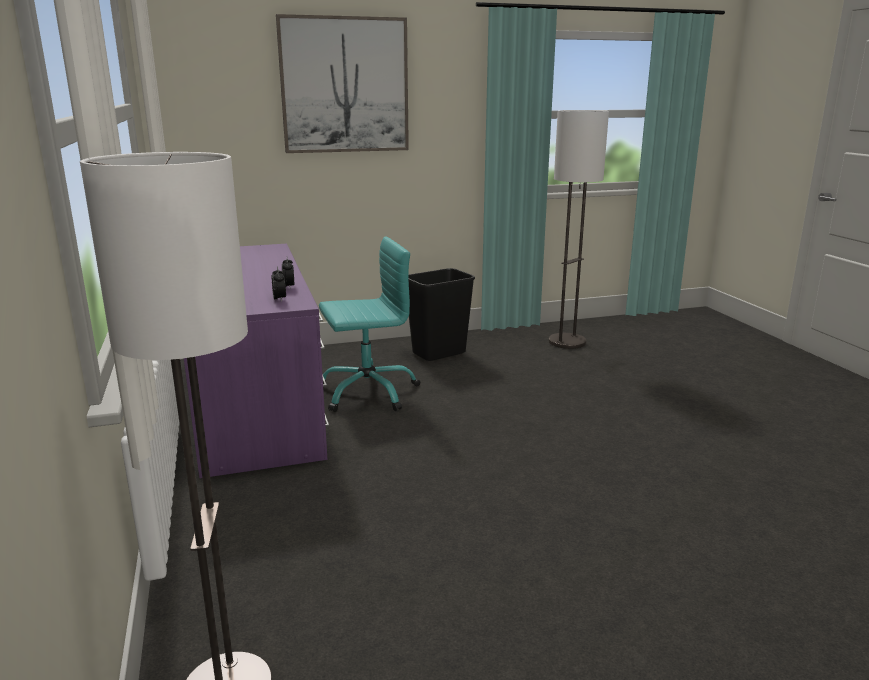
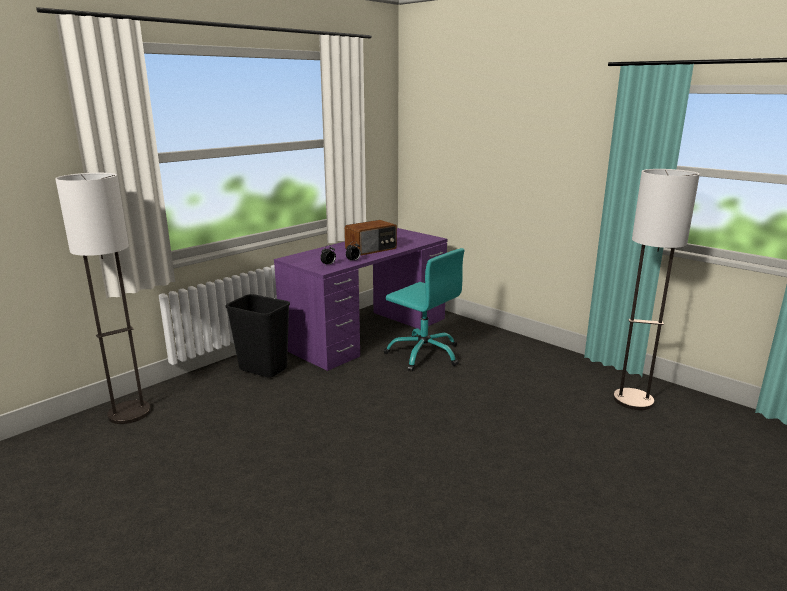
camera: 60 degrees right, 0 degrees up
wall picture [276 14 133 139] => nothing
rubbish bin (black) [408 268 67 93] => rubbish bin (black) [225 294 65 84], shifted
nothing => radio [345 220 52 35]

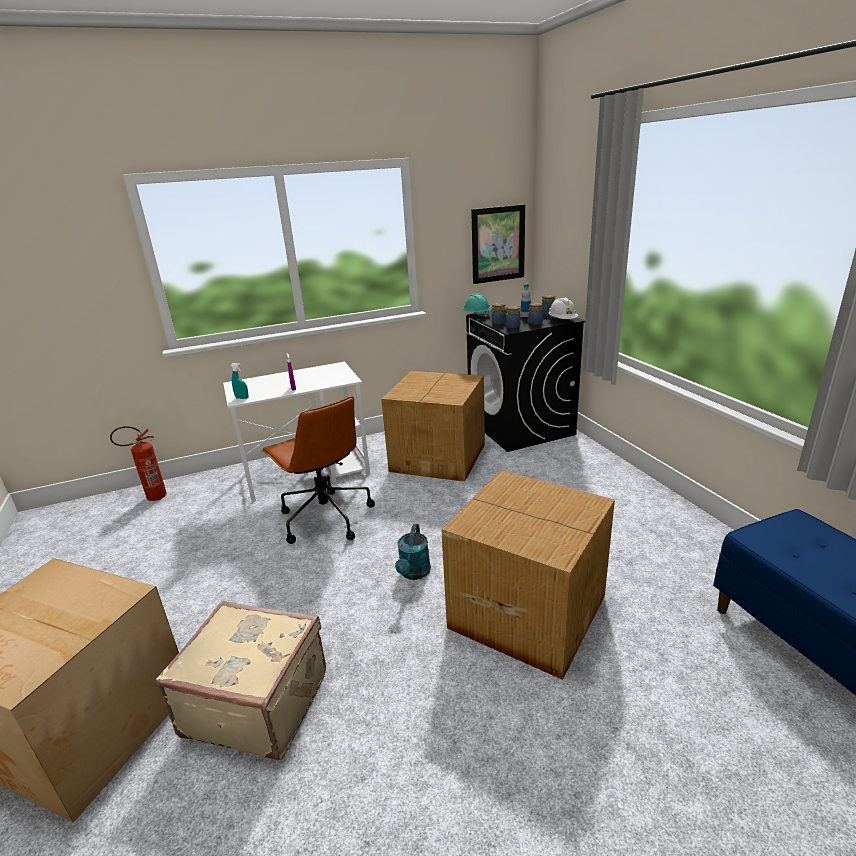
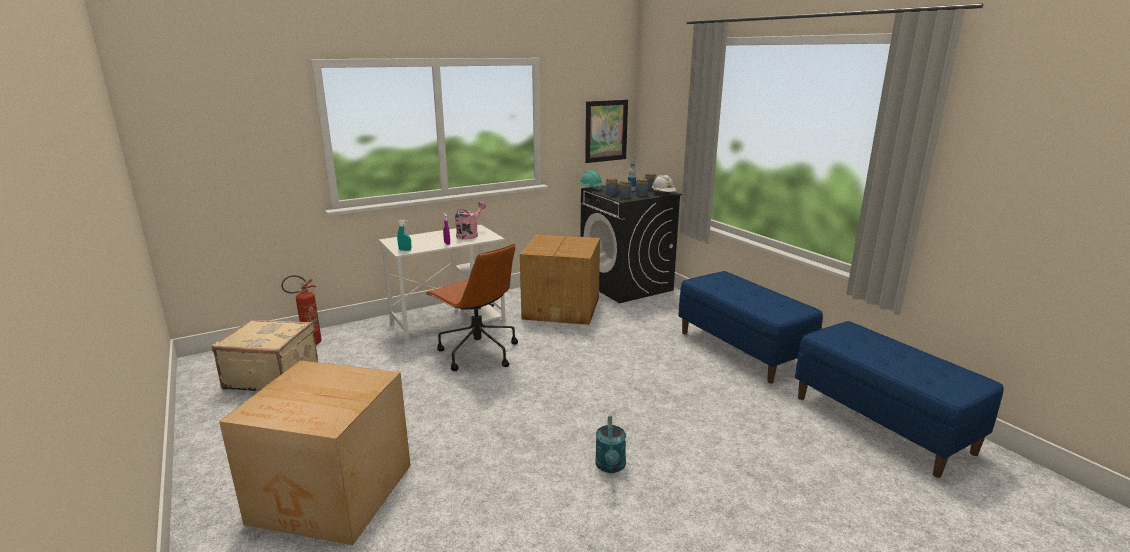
camera: 10 degrees left, 5 degrees down
carton [441 470 174 210] => nothing
watering can (turquoise-coloured) [395 524 36 56] => watering can (turquoise-coloured) [595 416 31 57], shifted
travel case (sand-coloured) [156 601 170 159] => travel case (sand-coloured) [212 319 106 72], shifted
nothing => watering can (pink) [455 201 31 38]
nothing => long seat (bluish) [678 271 145 113]

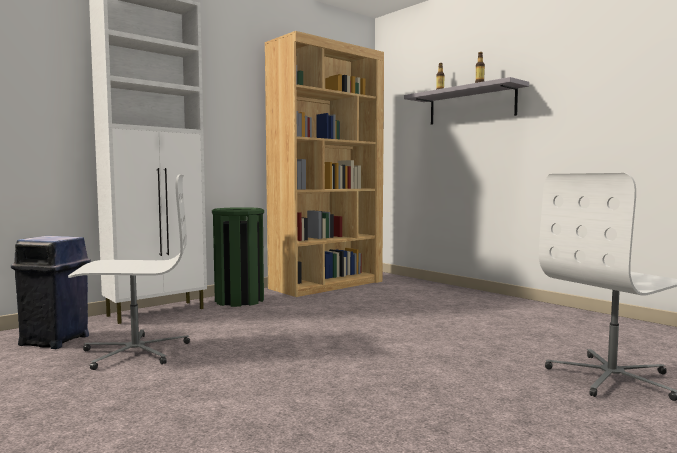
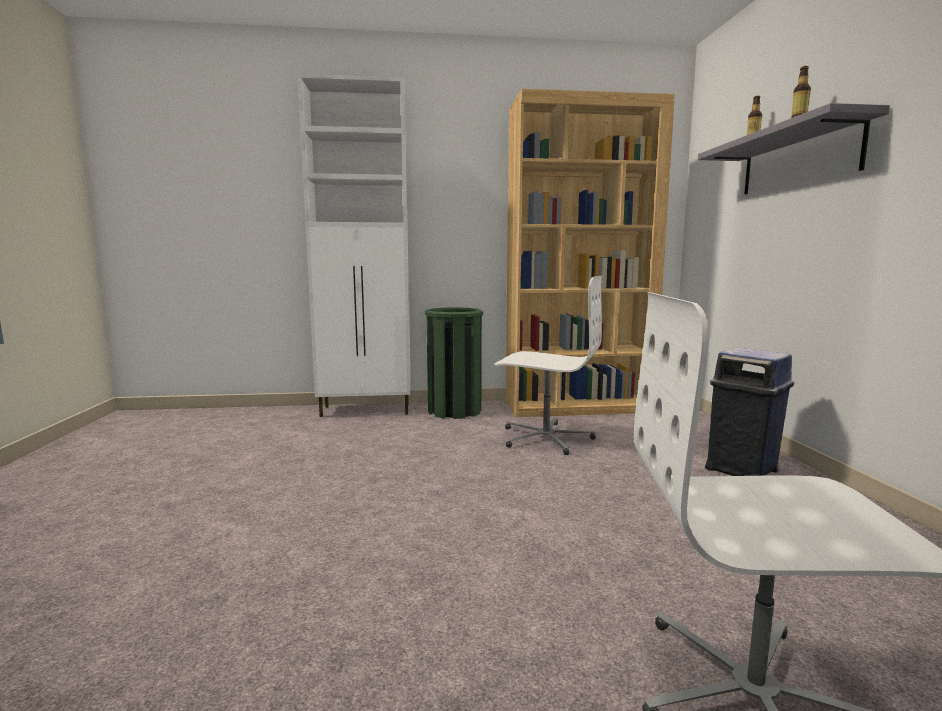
camera: 35 degrees right, 5 degrees up
desk chair (white-coloured) [68 175 122 195] => desk chair (white-coloured) [494 275 109 180], shifted
rubbish bin (bluish) [11 236 80 113] => rubbish bin (bluish) [705 348 89 128], shifted

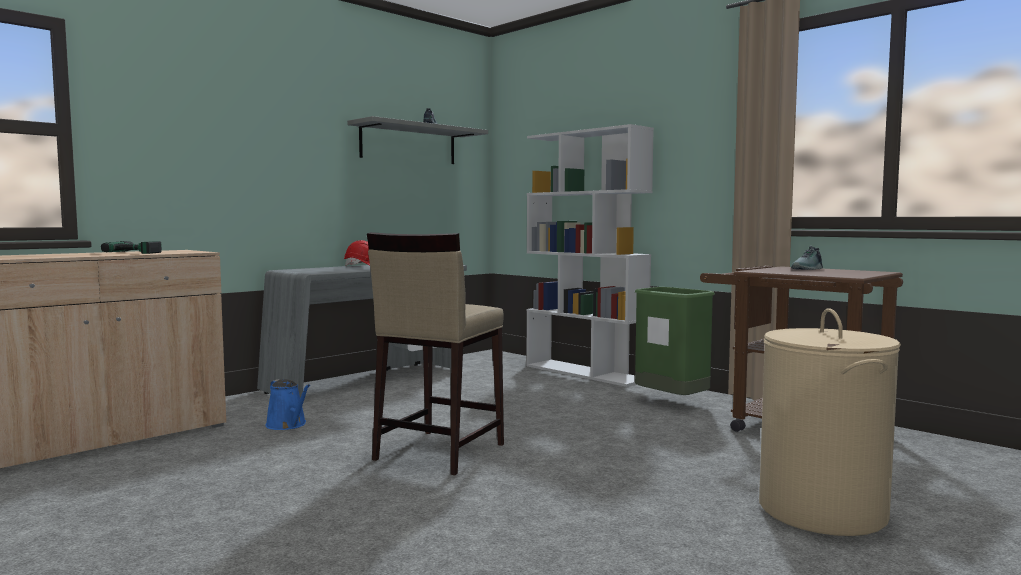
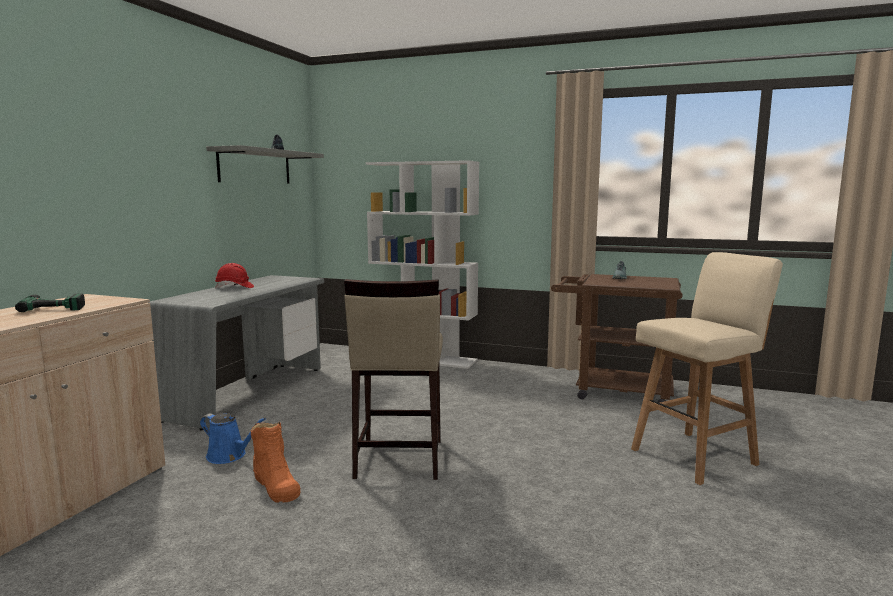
camera: 25 degrees left, 5 degrees up
rubbish bin (greenish) [635 287 80 108] => nothing
hamper (sand-coloured) [759 308 142 228] => stool (sand-coloured) [631 252 152 233]
nothing => high-top boot (orange-coloured) [251 422 49 81]

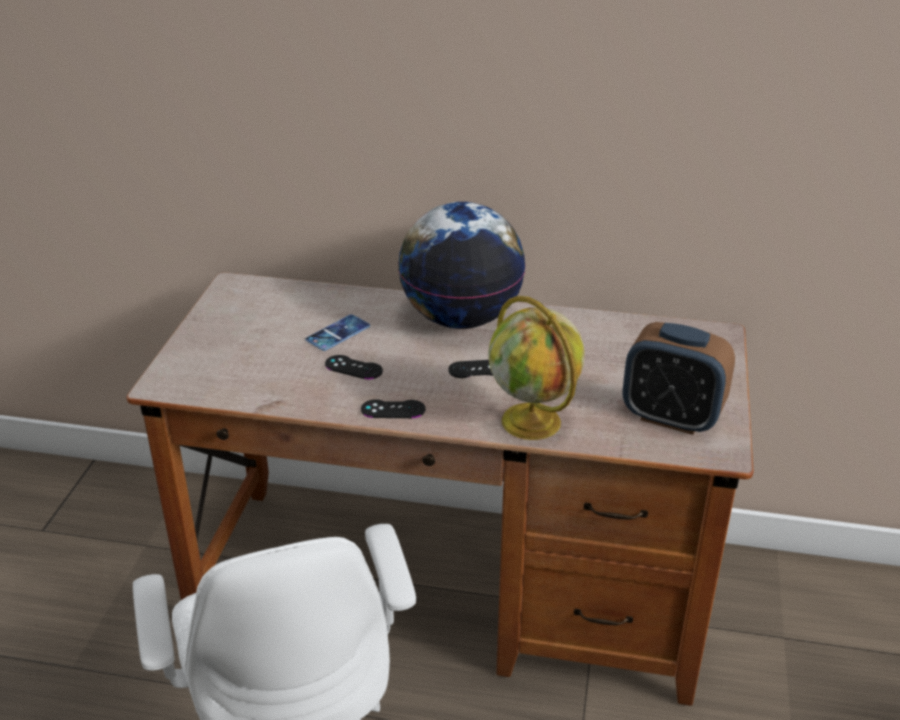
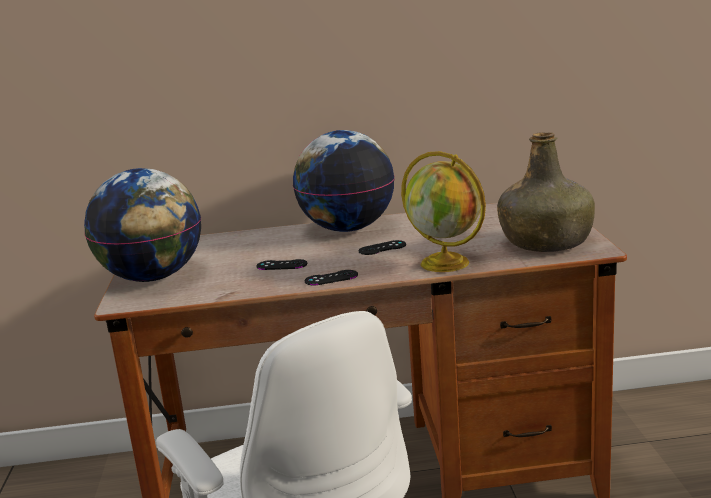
camera: 15 degrees left, 15 degrees down
handset [306 314 64 37] => nothing
bedside clock [623 322 112 113] => drink bottle (greenish) [497 132 98 120]
nothing => world globe [84 168 117 114]

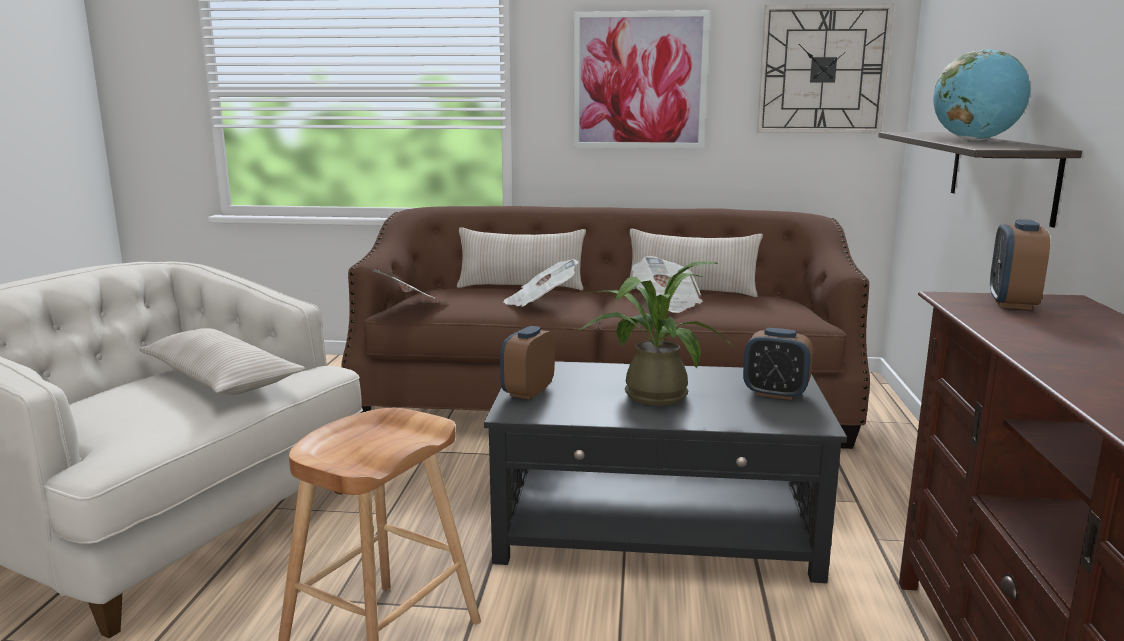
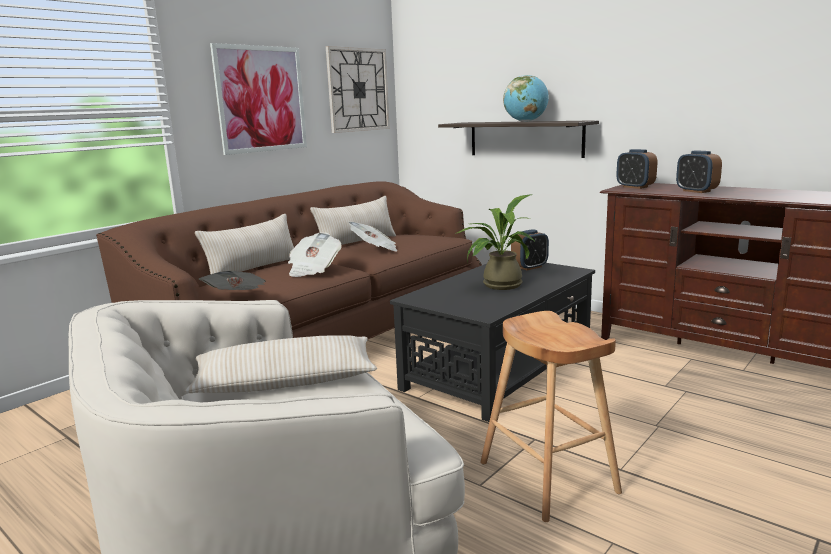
camera: 55 degrees left, 0 degrees up
bedside clock [500 326 55 73] => bedside clock [676 151 46 42], shifted

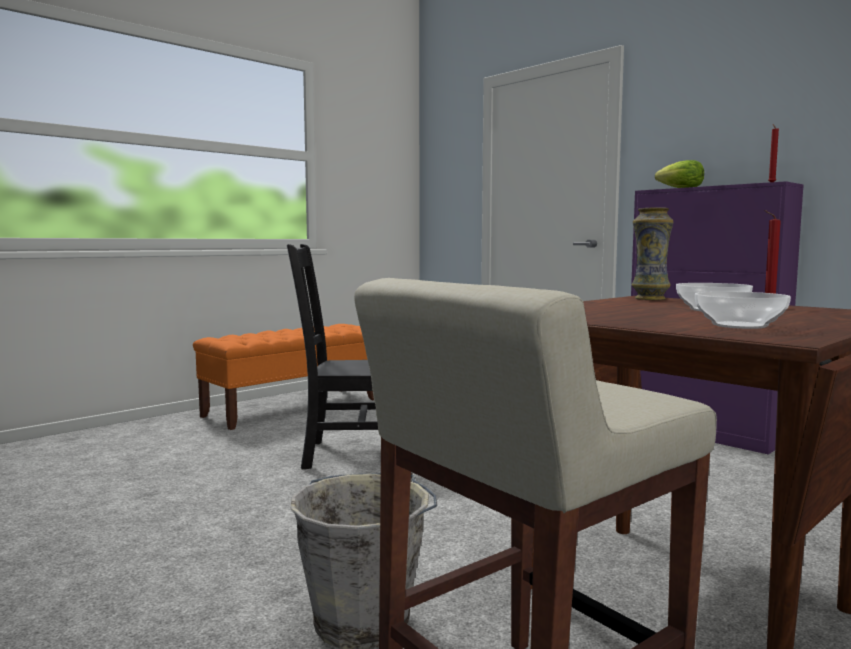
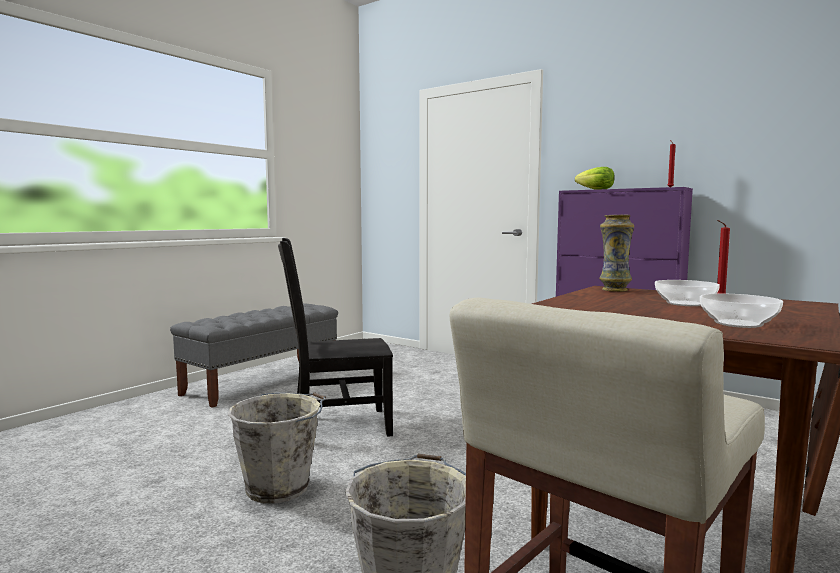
camera: 10 degrees left, 0 degrees up
long seat (orange-coloured) [193 324 181 106] => long seat (greyish) [170 303 168 105]
nothing => pail (greyish) [228 392 98 112]

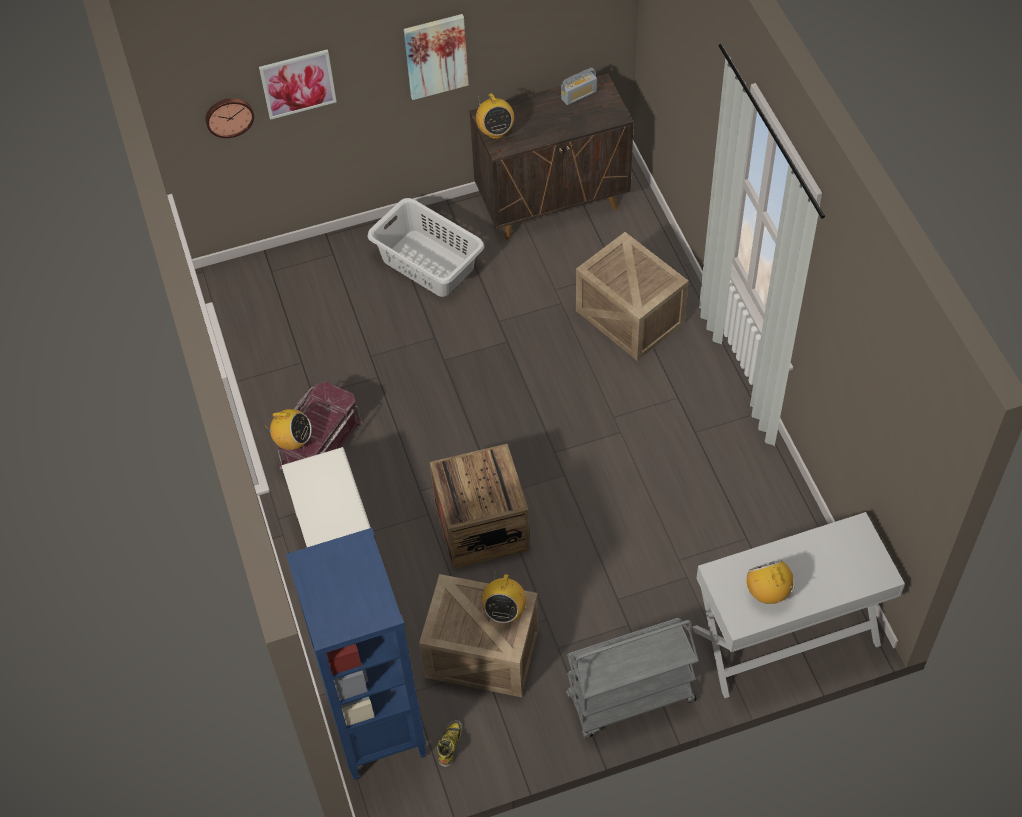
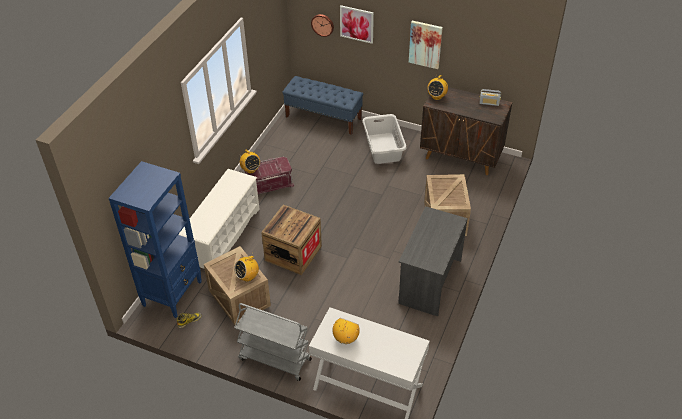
camera: 40 degrees right, 10 degrees down
nothing => long seat (bluish) [282 76 81 59]
nothing => desk table (greyish) [398 206 70 110]

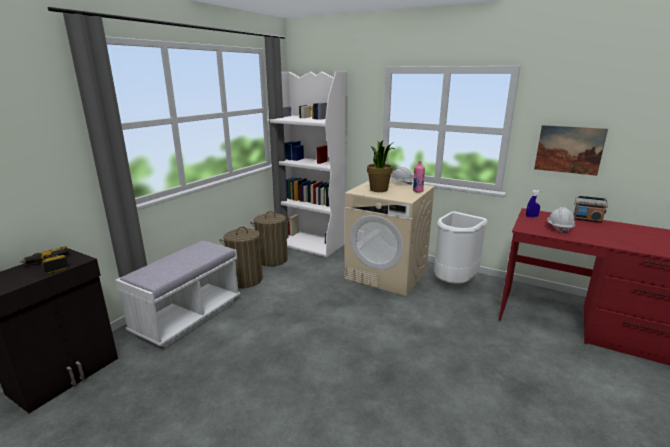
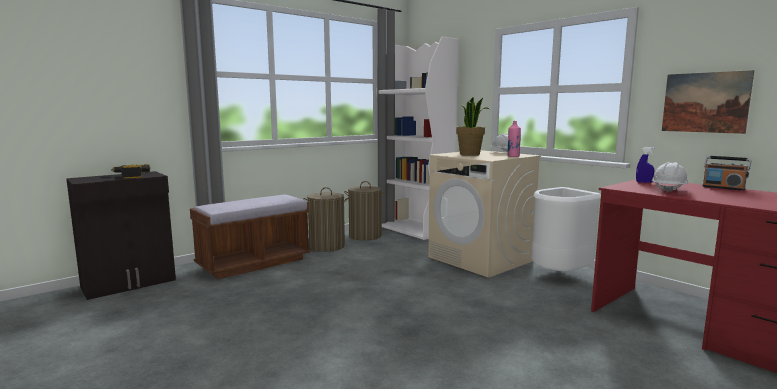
camera: 20 degrees right, 10 degrees down
long seat (white-coloured) [115 241 126 107] => long seat (brown) [190 195 121 84]

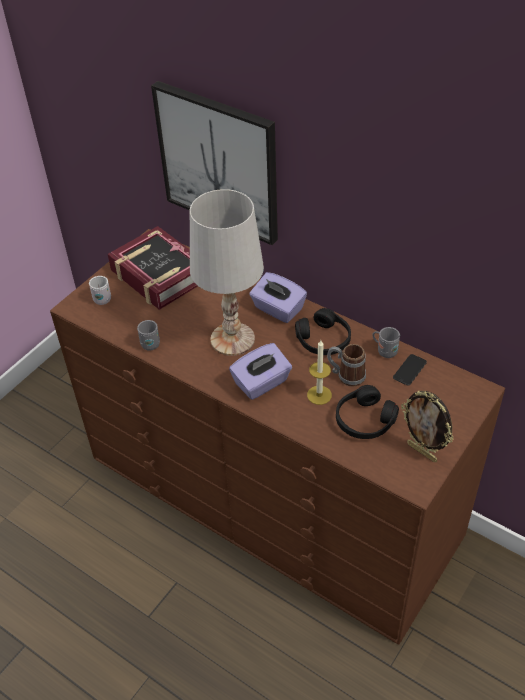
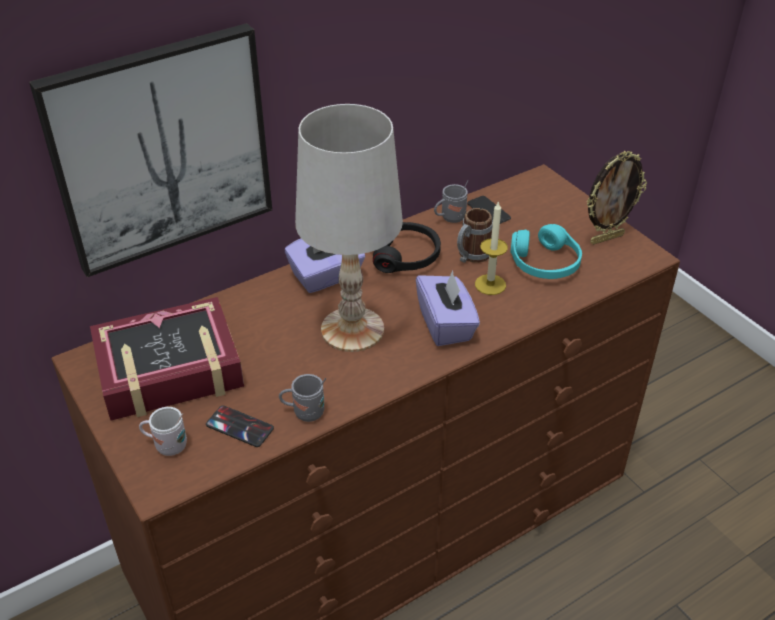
camera: 70 degrees left, 5 degrees down
headphones (black) [336 385 63 54] => headphones (turquoise-coloured) [510 224 72 55]
nothing => handset [206 406 68 41]

